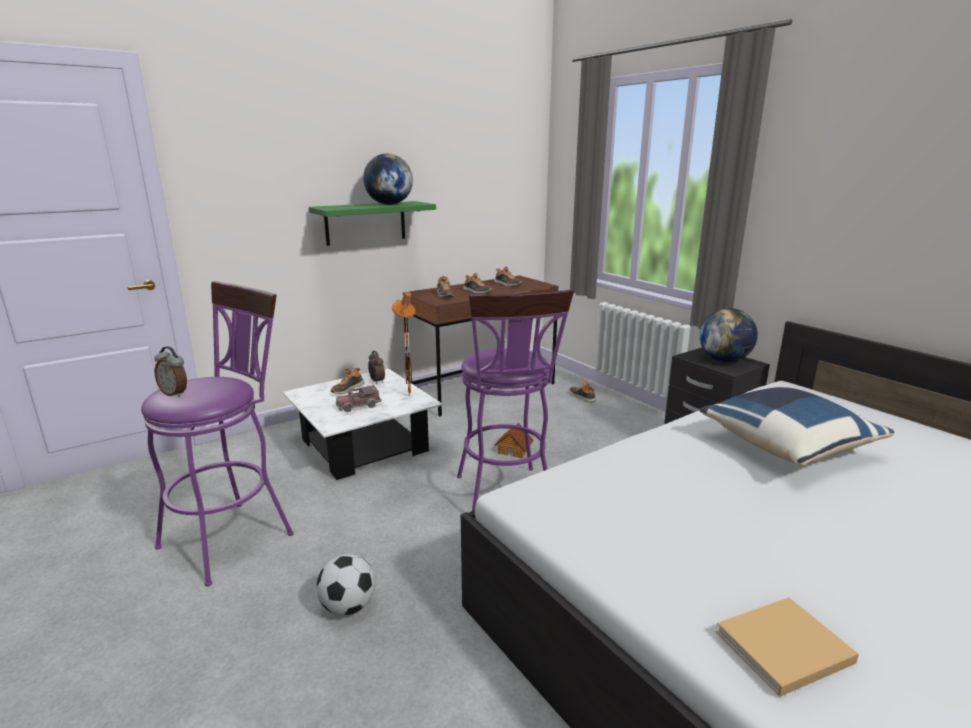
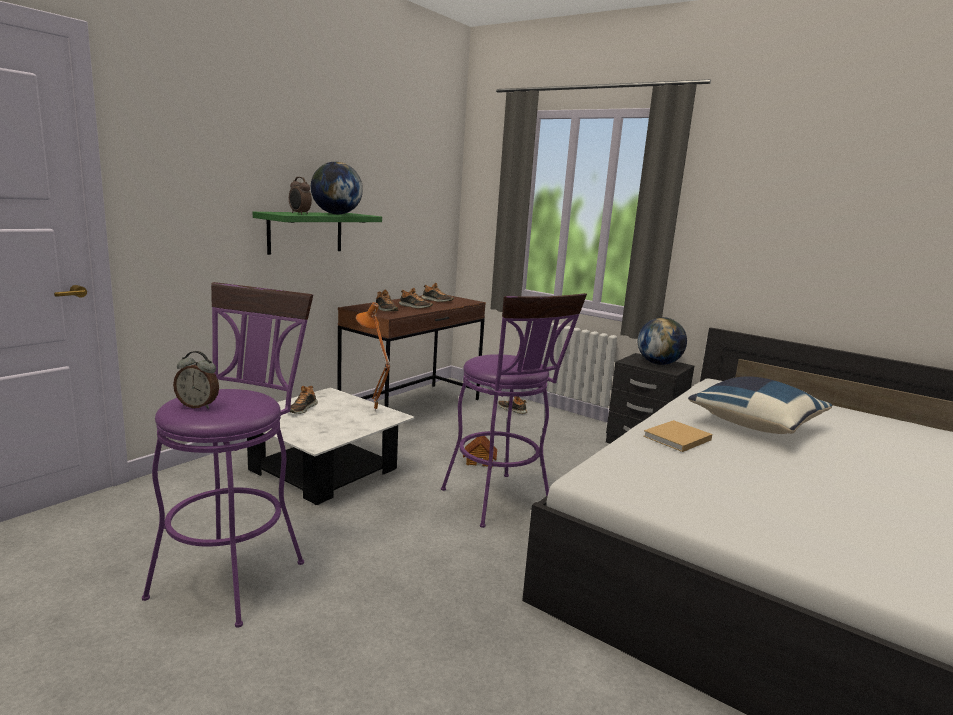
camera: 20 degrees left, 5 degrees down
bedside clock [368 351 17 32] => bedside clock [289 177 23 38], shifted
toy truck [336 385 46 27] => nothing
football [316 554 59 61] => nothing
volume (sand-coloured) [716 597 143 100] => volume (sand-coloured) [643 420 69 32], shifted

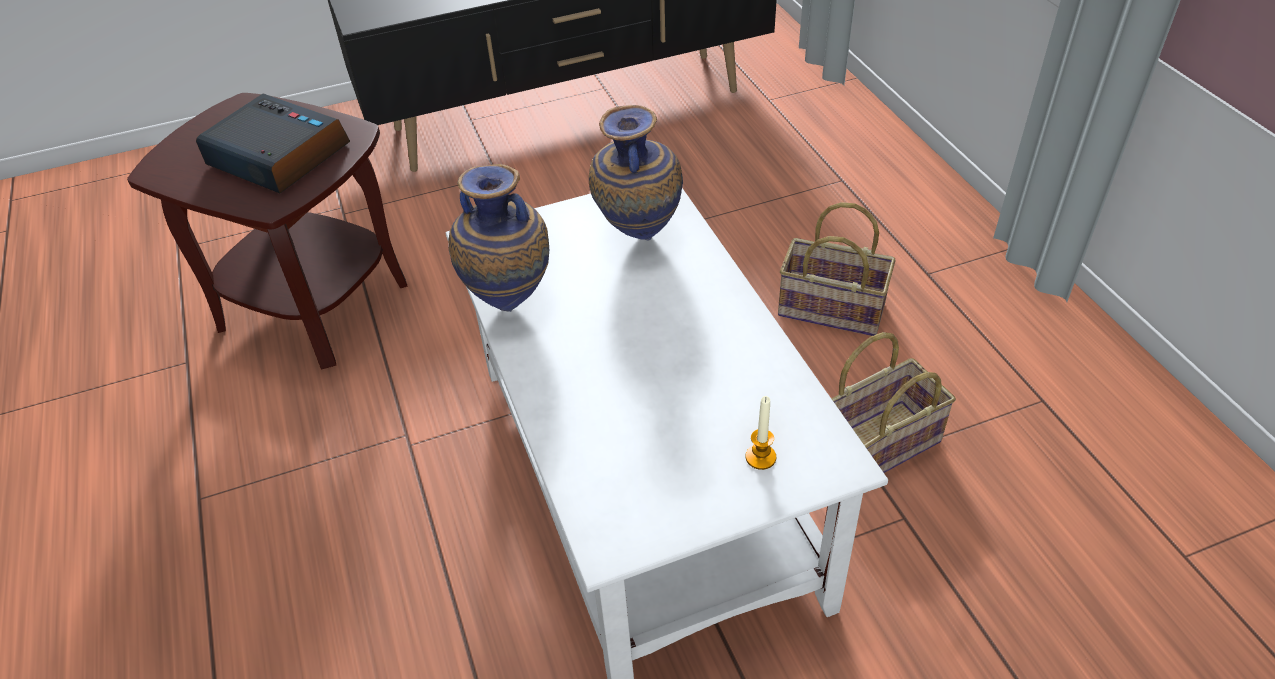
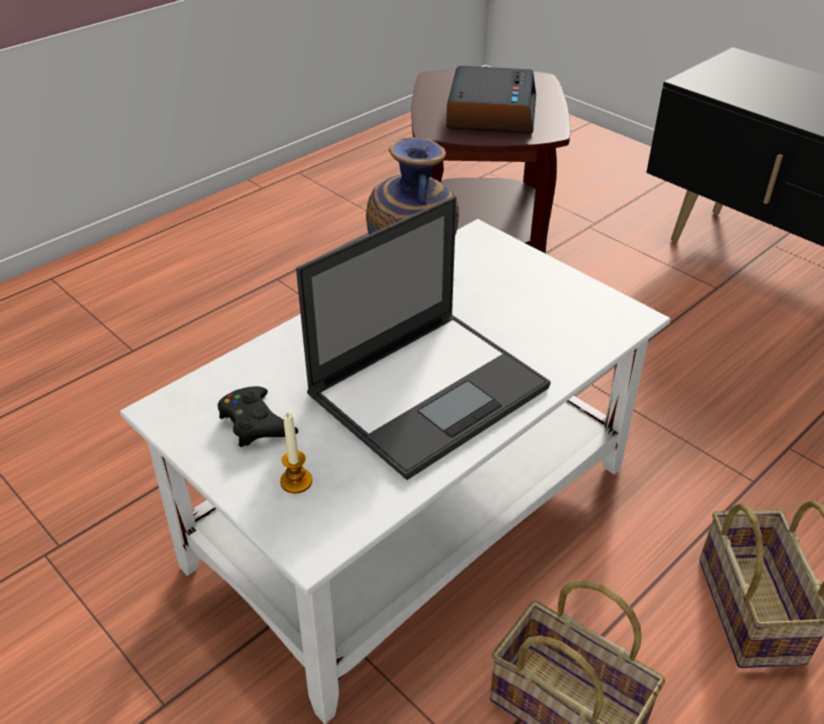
camera: 65 degrees right, 5 degrees down
flower vase [589 105 94 136] => nothing
nothing => laptop [296 196 255 284]
nothing => joypad (black) [218 386 80 61]

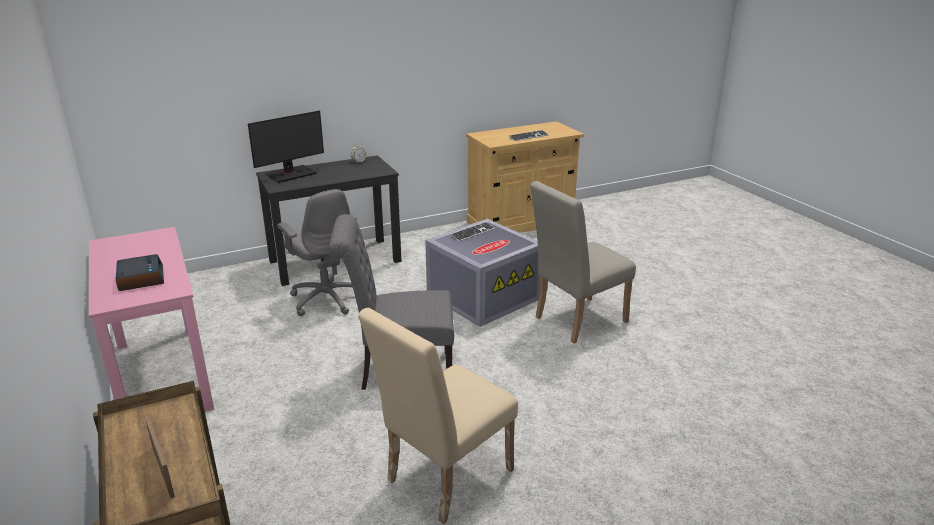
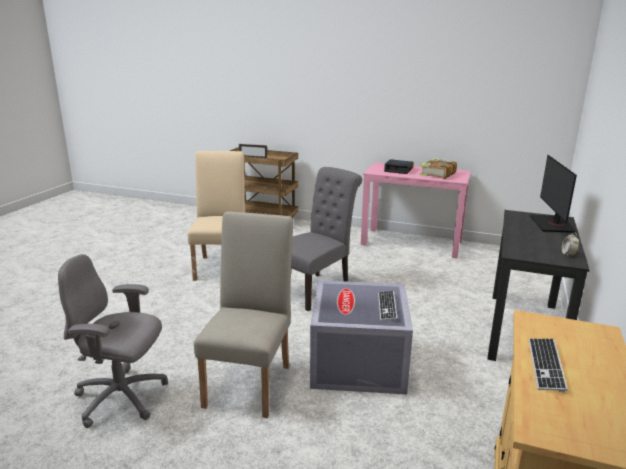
camera: 135 degrees right, 5 degrees down
desk chair (greyish) [277 189 80 127] => desk chair (greyish) [58 254 110 174], shifted
nothing => volume [420 158 37 21]

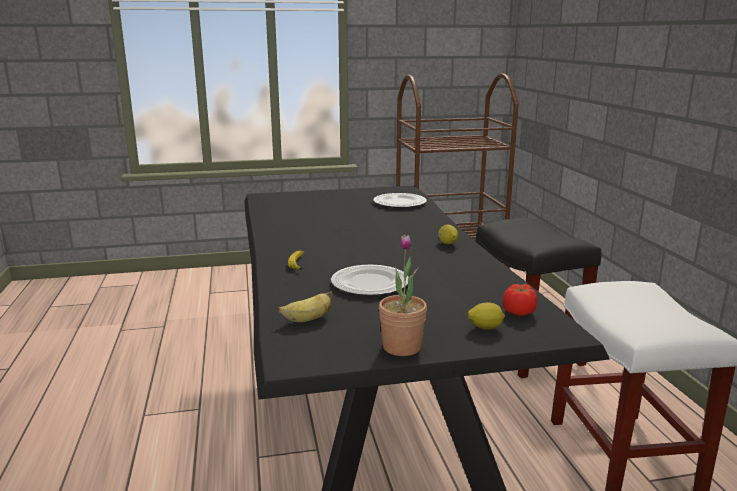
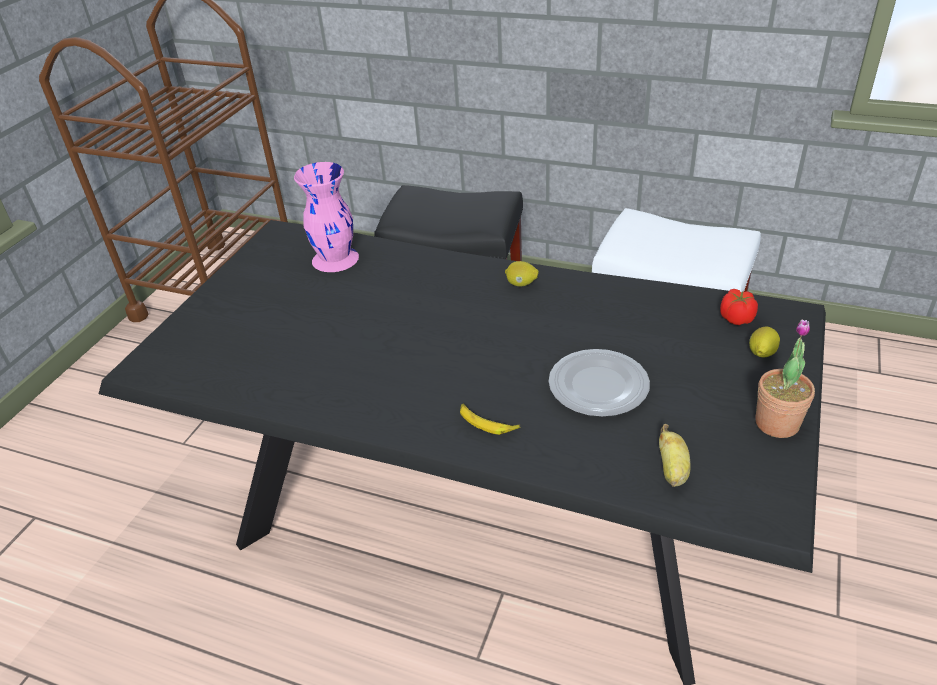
camera: 55 degrees left, 20 degrees up
plate [373 193 54 15] => flower vase (pink) [294 162 65 110]

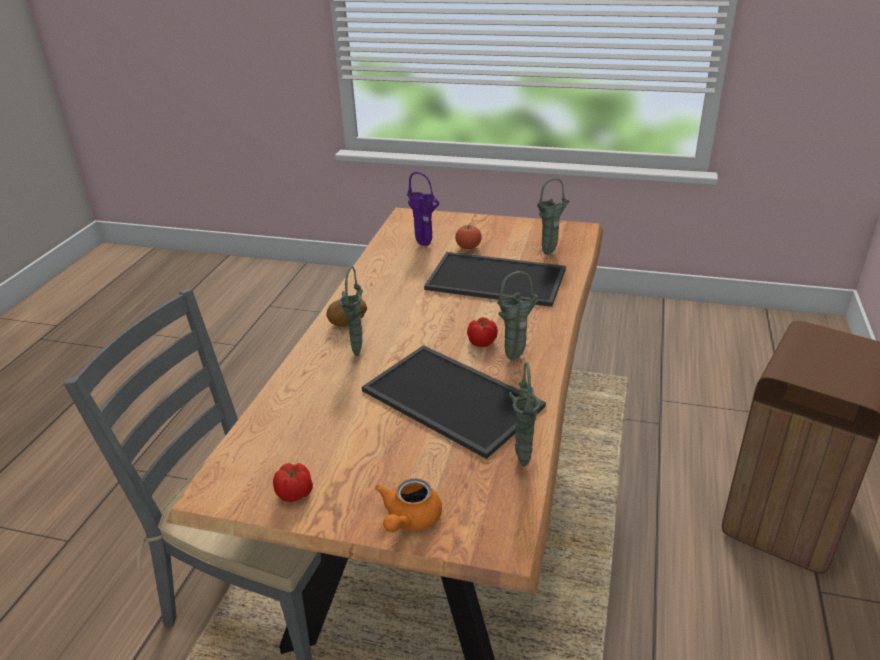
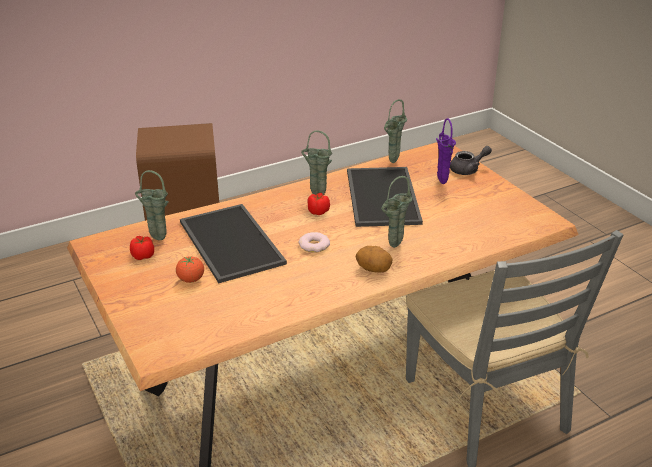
camera: 135 degrees left, 0 degrees up
flower vase (purple-coloured) [407 172 32 74] => flower vase (purple-coloured) [436 118 20 66], shifted
tomato [273 463 40 39] => tomato [130 236 24 24], shifted
pot for tea (orange-coloured) [375 478 67 54] => pot for tea (greyish) [450 146 42 29]
nothing => ring doughnut [299 232 31 21]

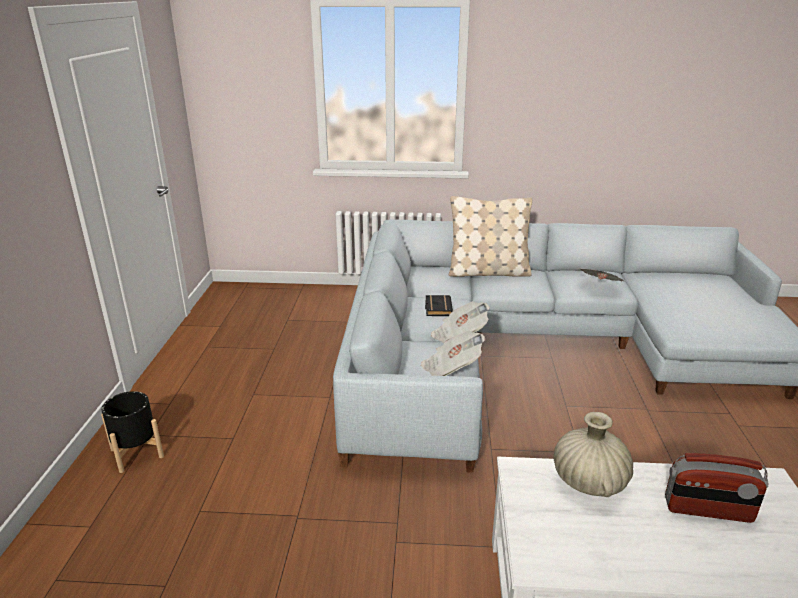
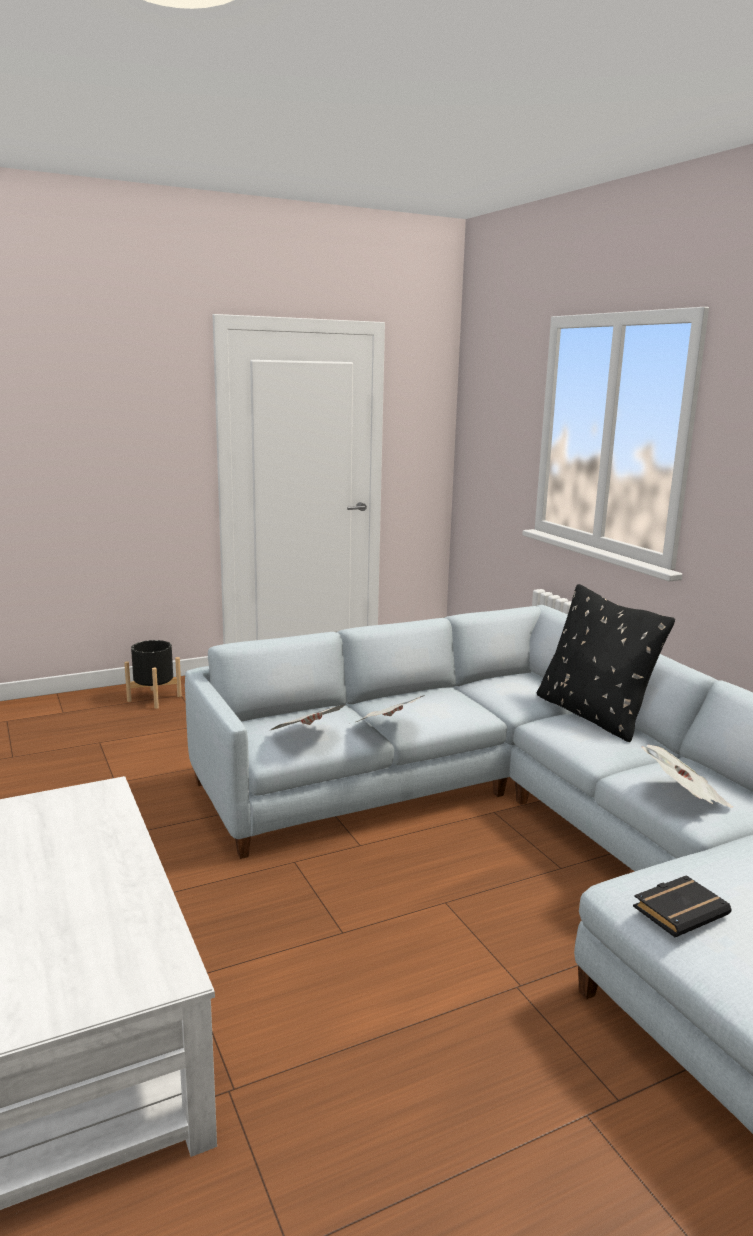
camera: 60 degrees right, 10 degrees down
throw pillow (sand-coloured) [449 196 83 81] => throw pillow (black) [537 584 138 158]
volume (black) [425 295 28 21] => volume (black) [633 875 99 62], shifted
flower vase (sand-coloured) [553 412 80 85] => nothing
radio [665 453 104 70] => nothing

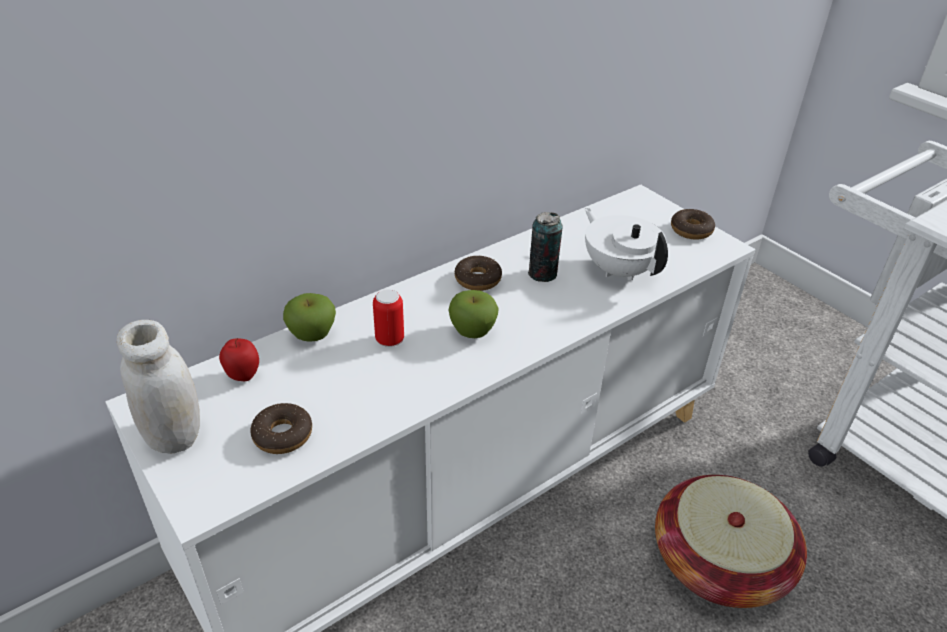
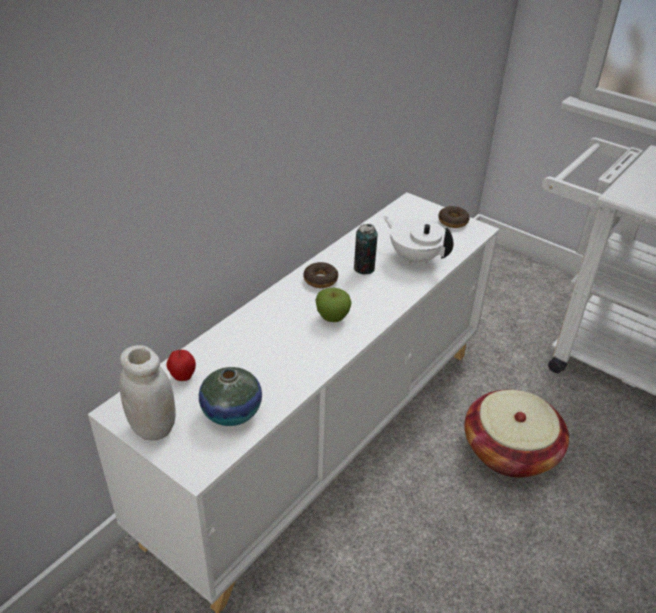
camera: 15 degrees left, 0 degrees up
can [373 290 31 57] => nothing
whole apple [283 293 53 49] => nothing
ring doughnut [250 403 62 51] => flower vase [199 367 63 59]

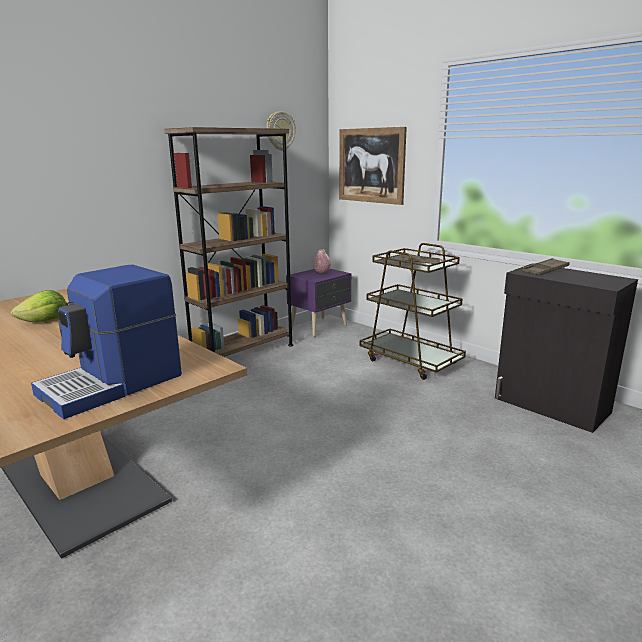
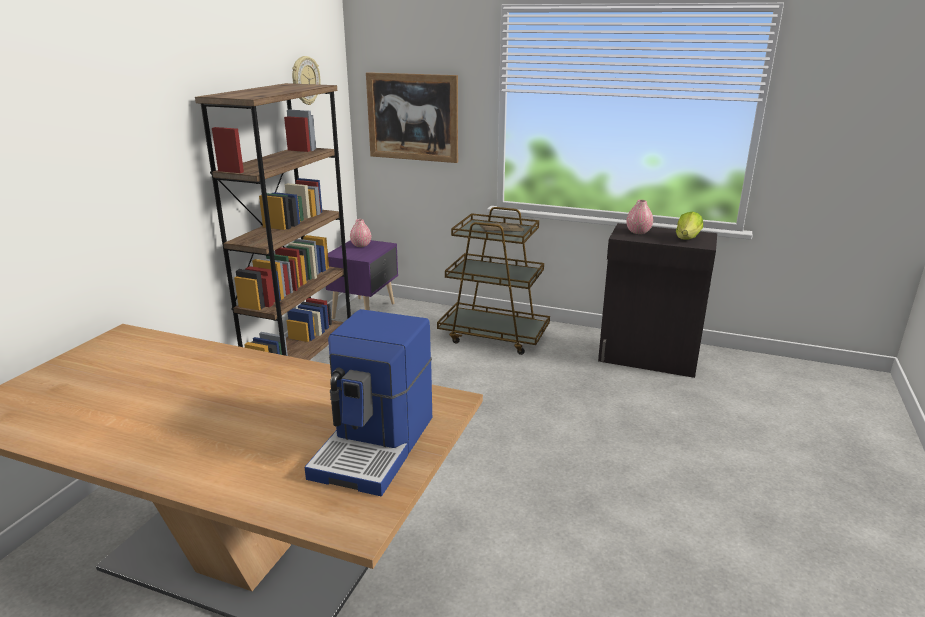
camera: 25 degrees left, 5 degrees up
carrying tray (brown) [522 258 48 17] => flower vase (pink) [626 200 27 34]
head of lettuce [11 290 55 32] => head of lettuce [676 212 27 28], shifted

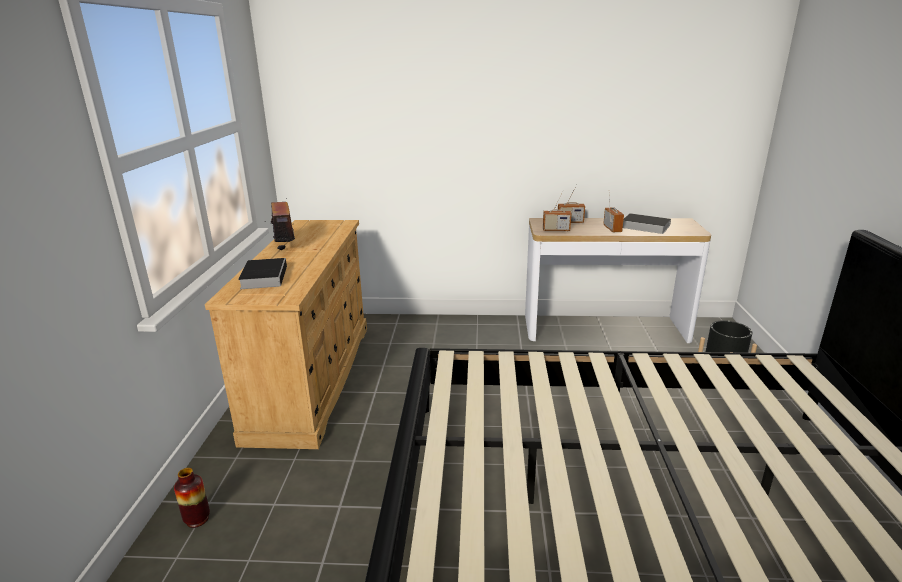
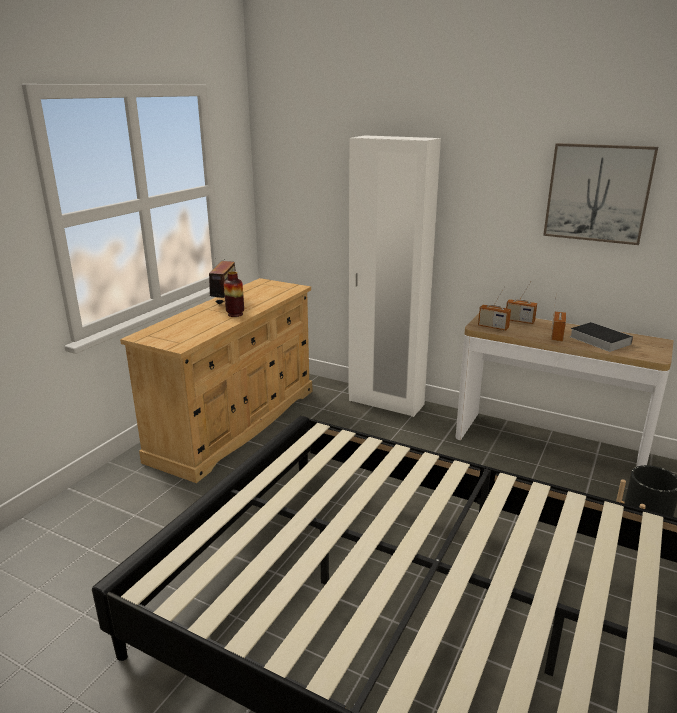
camera: 25 degrees right, 0 degrees up
volume [238 258 49 31] => nothing
flower vase [174 468 36 60] => flower vase [224 271 20 46], shifted
nothing => clothes cupboard (white-coloured) [348 135 93 282]
nothing => wall picture [543 143 115 102]

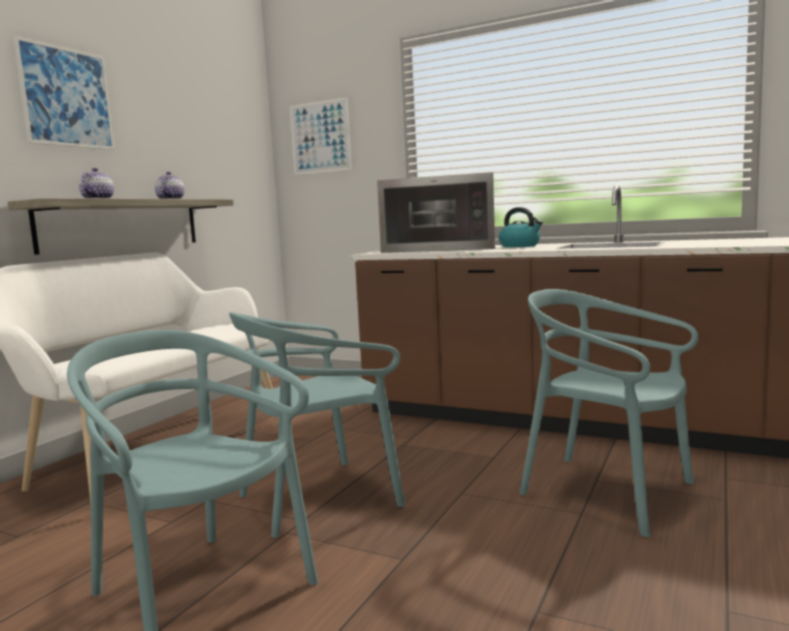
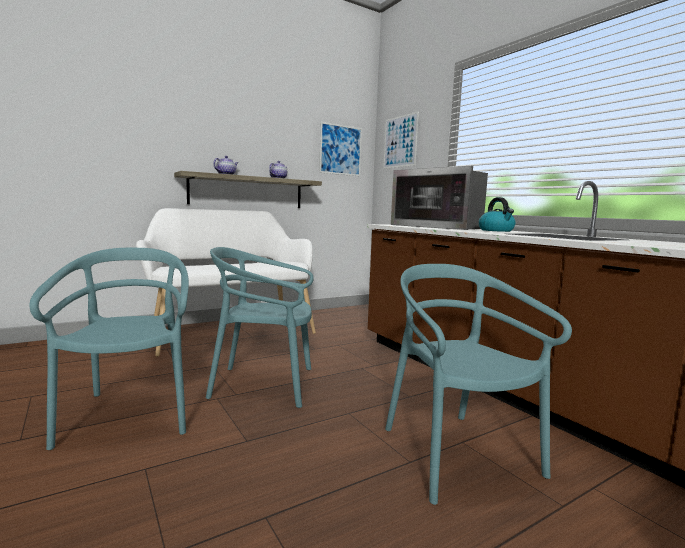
camera: 30 degrees right, 0 degrees up
wall picture [13 35 102 115] => wall picture [319 122 43 54], shifted

